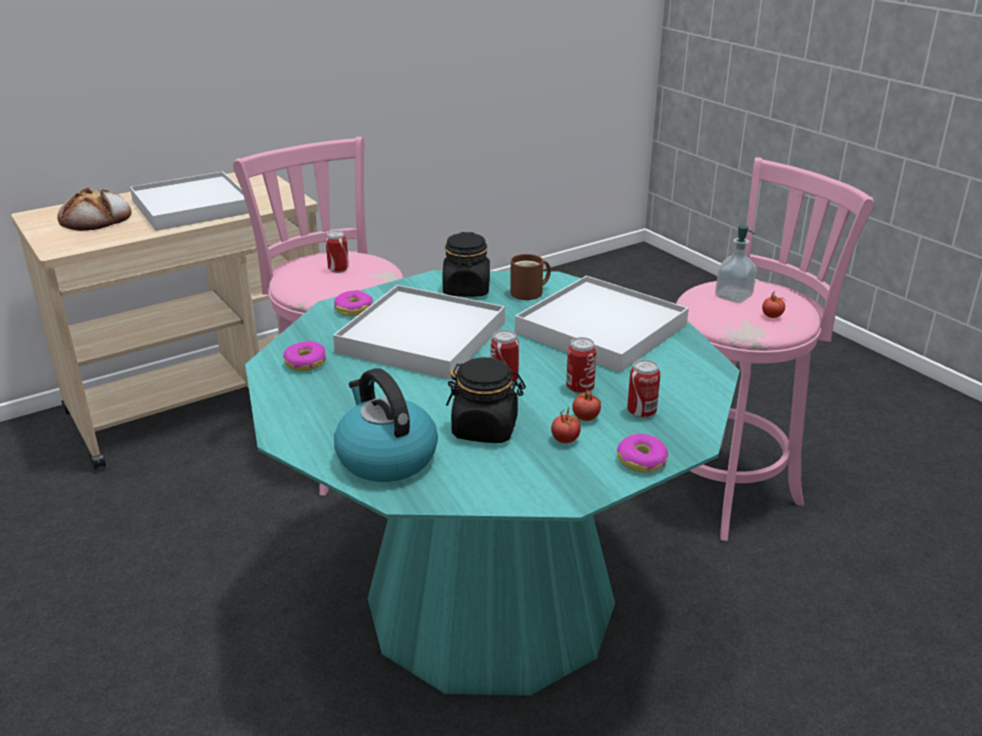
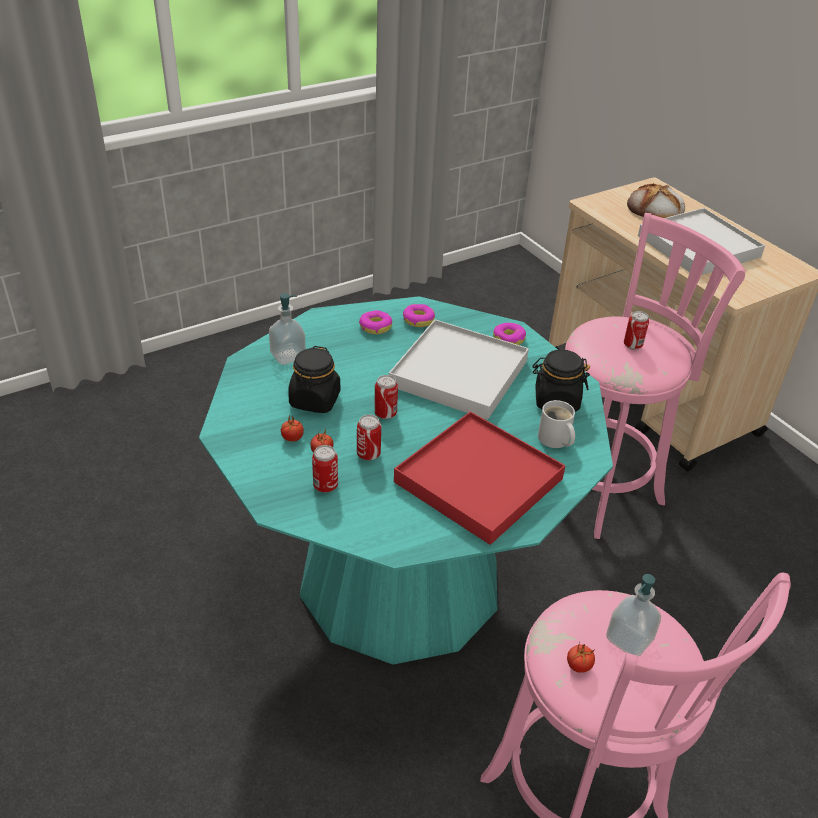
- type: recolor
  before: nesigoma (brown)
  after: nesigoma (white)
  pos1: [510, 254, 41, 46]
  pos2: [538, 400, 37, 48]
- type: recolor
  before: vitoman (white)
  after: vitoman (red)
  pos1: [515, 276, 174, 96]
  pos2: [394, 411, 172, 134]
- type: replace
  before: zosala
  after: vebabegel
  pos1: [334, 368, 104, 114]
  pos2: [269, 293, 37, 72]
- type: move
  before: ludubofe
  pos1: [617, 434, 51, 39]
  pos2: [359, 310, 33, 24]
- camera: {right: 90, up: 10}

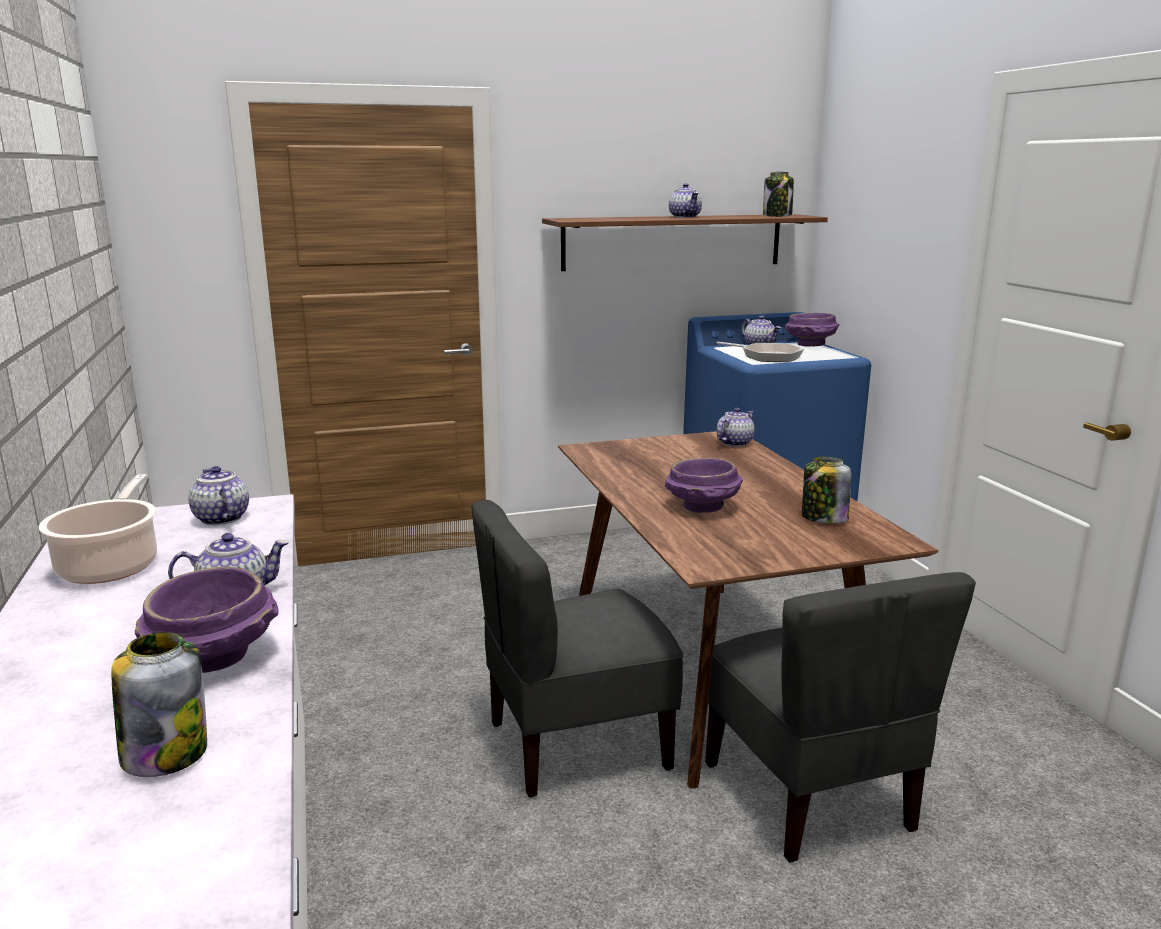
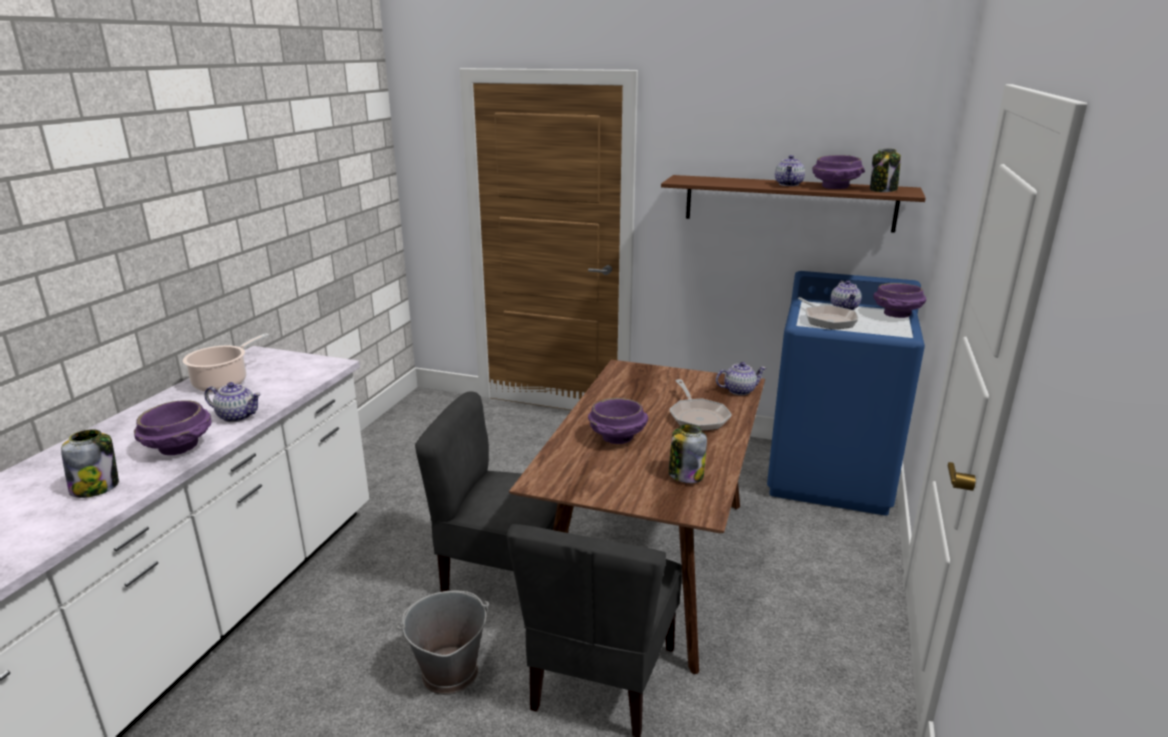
- type: delete
  before: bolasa
  pos1: [188, 466, 61, 59]
- type: insert
  after: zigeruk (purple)
  pos2: [812, 155, 53, 34]
- type: insert
  after: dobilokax
  pos2: [670, 379, 62, 52]
- type: insert
  after: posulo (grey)
  pos2: [397, 590, 92, 105]
- camera: {right: 35, up: 5}

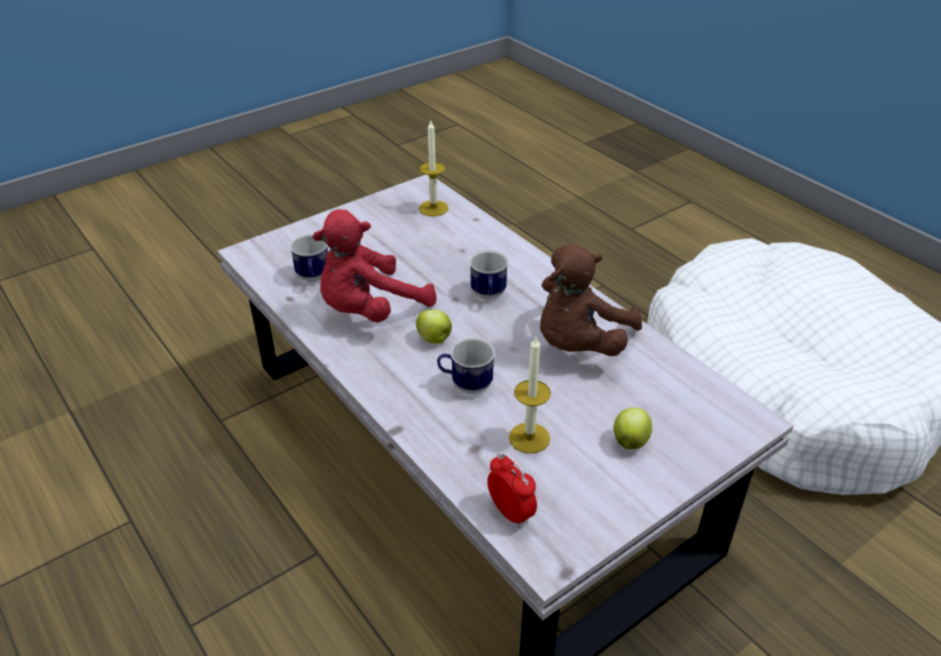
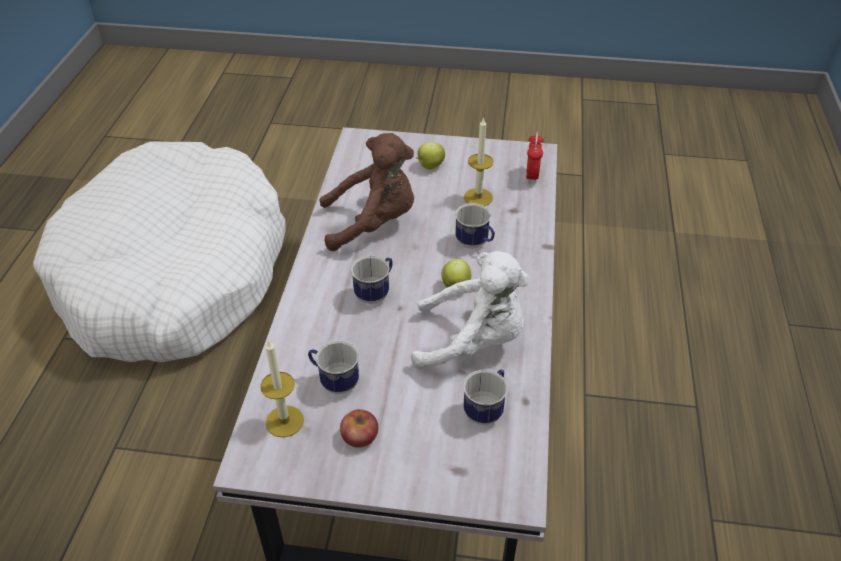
- type: recolor
  before: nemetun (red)
  after: nemetun (white)
  pos1: [313, 209, 124, 113]
  pos2: [411, 251, 119, 119]
- type: insert
  after: nesigoma
  pos2: [308, 341, 51, 53]
- type: insert
  after: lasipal
  pos2: [340, 409, 38, 39]
- camera: {right: -135, up: 5}

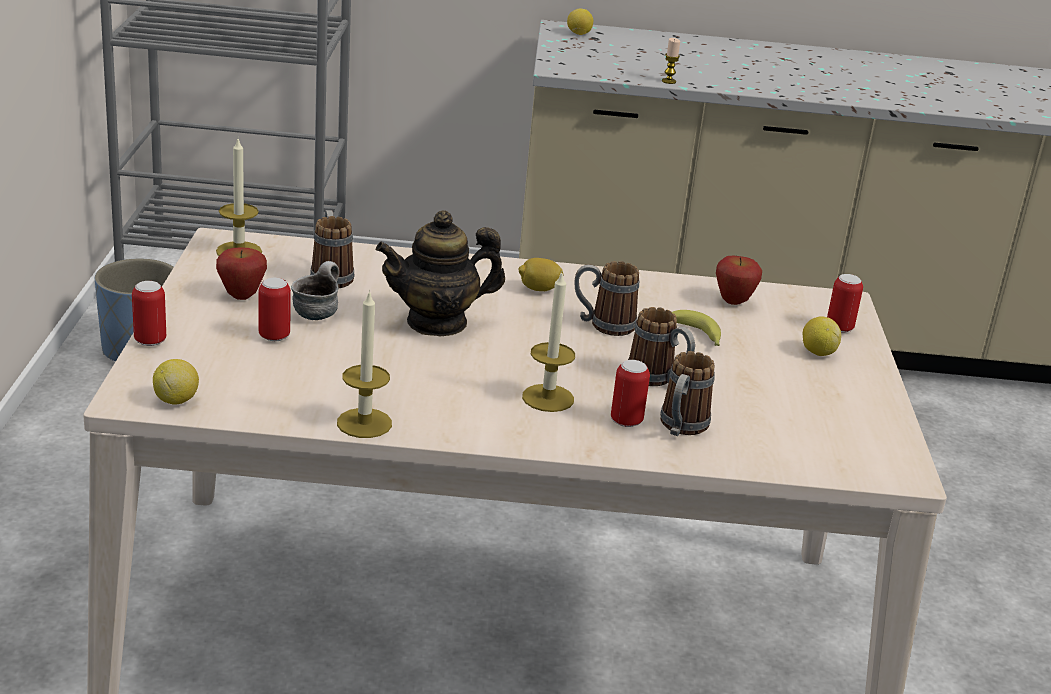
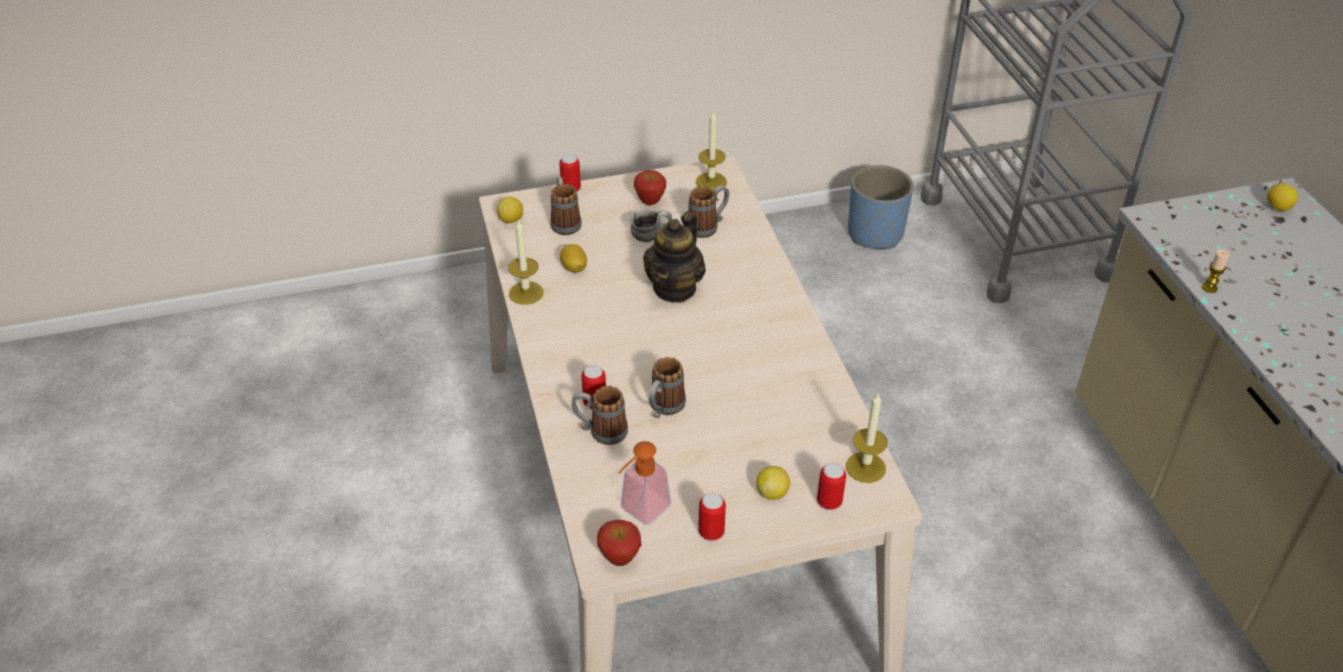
- type: rotate
  before: bolasa
  pos1: [376, 210, 129, 126]
  pos2: [643, 211, 63, 92]
  turn: -120
- type: move
  before: lasipal
  pos1: [716, 256, 46, 49]
  pos2: [597, 520, 44, 46]
- type: move
  before: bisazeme
  pos1: [518, 258, 46, 33]
  pos2: [560, 244, 27, 29]
- type: move
  before: nesigoma
  pos1: [574, 261, 65, 75]
  pos2: [551, 177, 31, 58]
- type: move
  before: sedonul
  pos1: [522, 272, 53, 140]
  pos2: [846, 393, 41, 90]
- type: move
  before: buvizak
  pos1: [258, 278, 33, 63]
  pos2: [698, 493, 28, 48]
- type: delete
  before: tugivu
  pos1: [672, 310, 49, 36]
- type: insert
  after: vebabegel
  pos2: [618, 441, 53, 84]
- camera: {right: 75, up: 15}

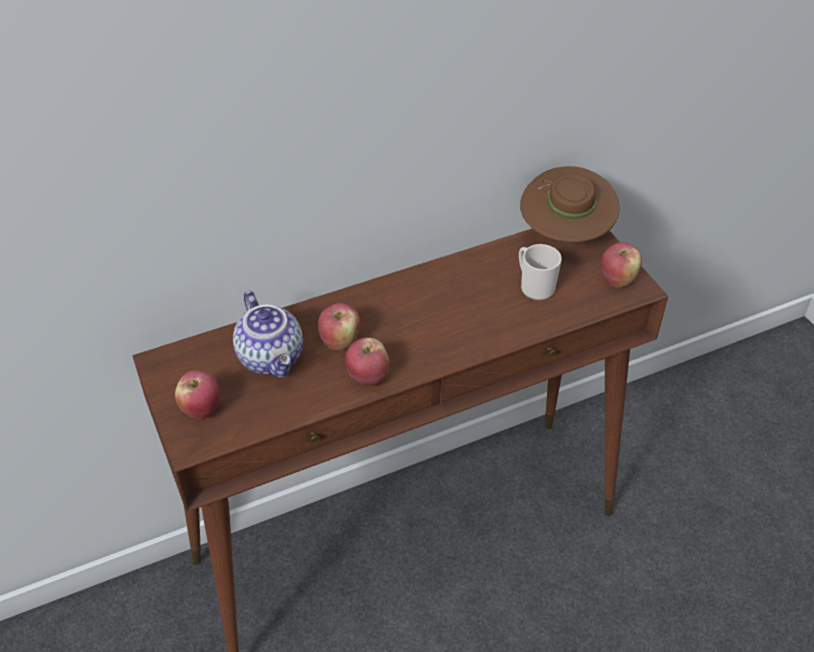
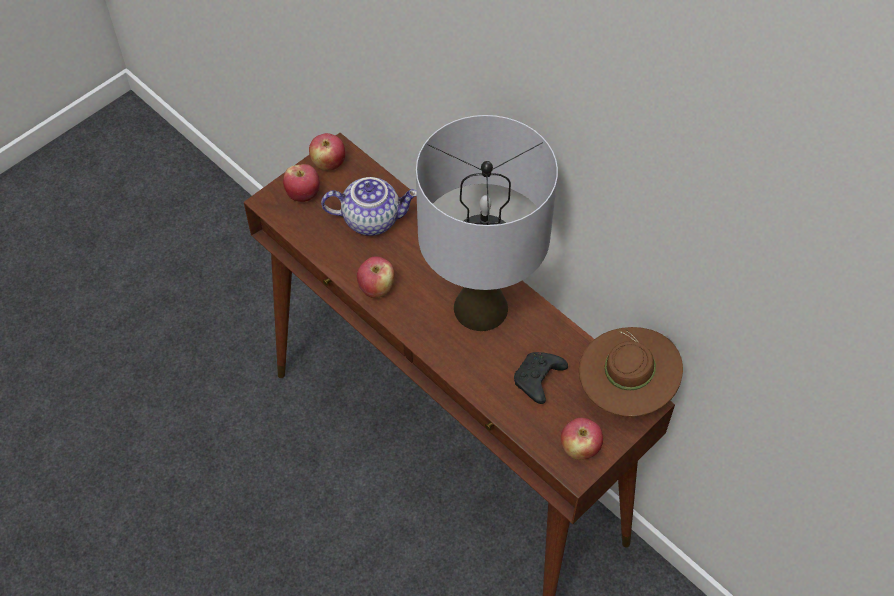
- type: replace
  before: nesigoma
  after: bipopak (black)
  pos1: [519, 244, 43, 56]
  pos2: [514, 352, 54, 52]
- type: rotate
  before: bolasa
  pos1: [233, 291, 70, 86]
  pos2: [321, 177, 96, 59]
  turn: -135
- type: move
  before: lasipal
  pos1: [318, 303, 42, 47]
  pos2: [309, 133, 36, 38]
- type: insert
  after: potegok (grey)
  pos2: [416, 115, 142, 216]
- camera: {right: 70, up: 10}

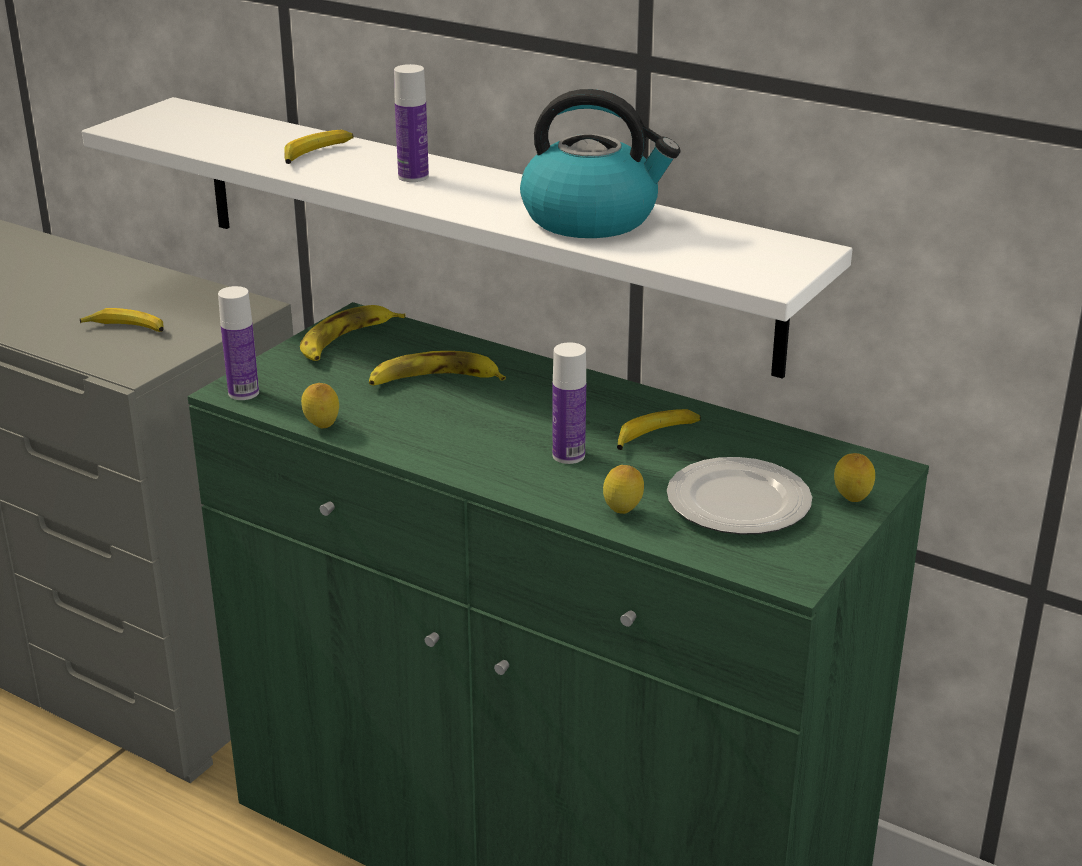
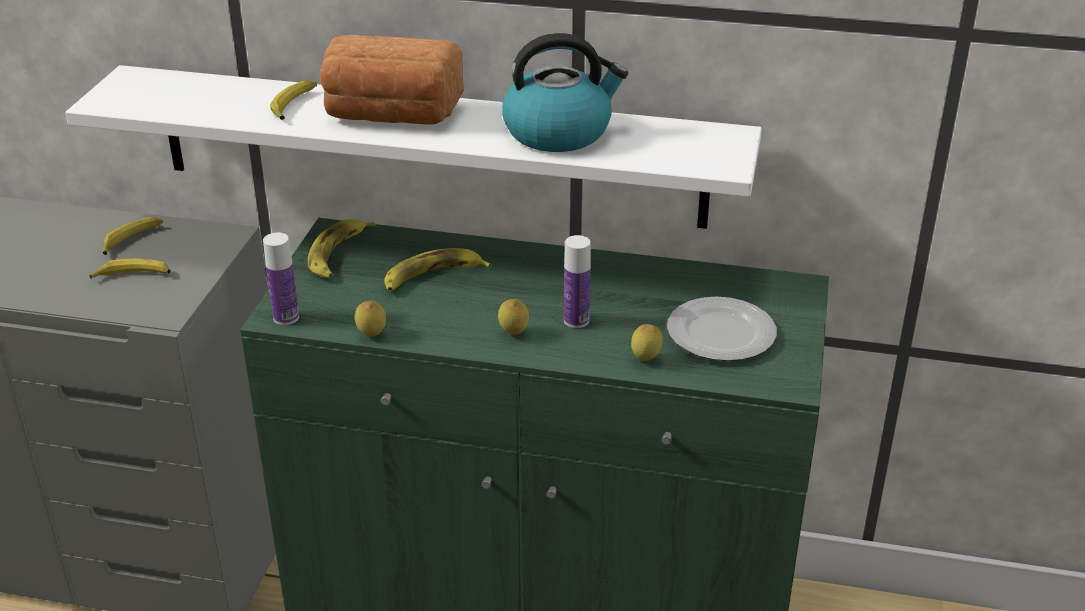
- type: replace
  before: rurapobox
  after: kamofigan
  pos1: [394, 64, 35, 118]
  pos2: [320, 35, 144, 90]
- type: move
  before: tugivu
  pos1: [617, 409, 84, 41]
  pos2: [103, 217, 60, 38]
- type: move
  before: bisazeme
  pos1: [834, 453, 41, 49]
  pos2: [498, 299, 31, 36]
- camera: {right: -20, up: 5}

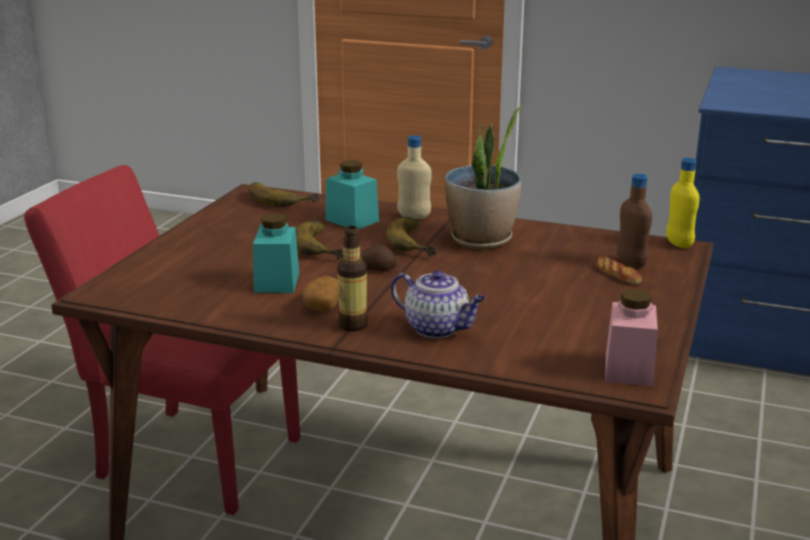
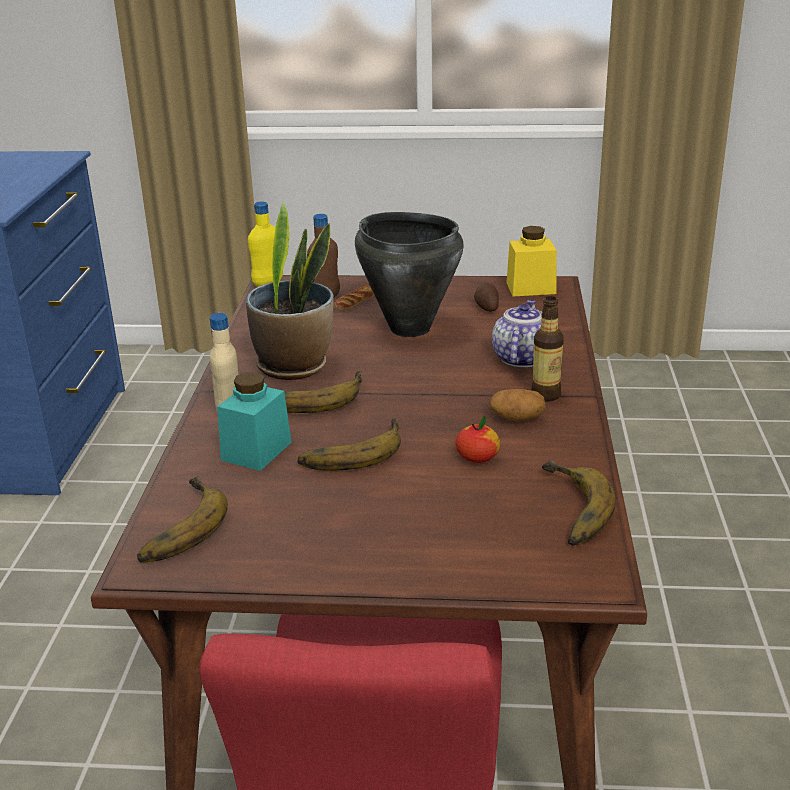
- type: replace
  before: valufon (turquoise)
  after: lasipal
  pos1: [253, 213, 46, 80]
  pos2: [456, 416, 44, 47]
- type: move
  before: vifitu
  pos1: [360, 244, 37, 27]
  pos2: [474, 283, 25, 29]
- type: recolor
  before: valufon (pink)
  after: valufon (yellow)
  pos1: [605, 289, 53, 97]
  pos2: [506, 226, 51, 70]
- type: insert
  after: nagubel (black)
  pos2: [355, 212, 109, 125]
- type: insert
  after: tugivu
  pos2: [542, 460, 74, 86]
- camera: {right: -105, up: 5}

